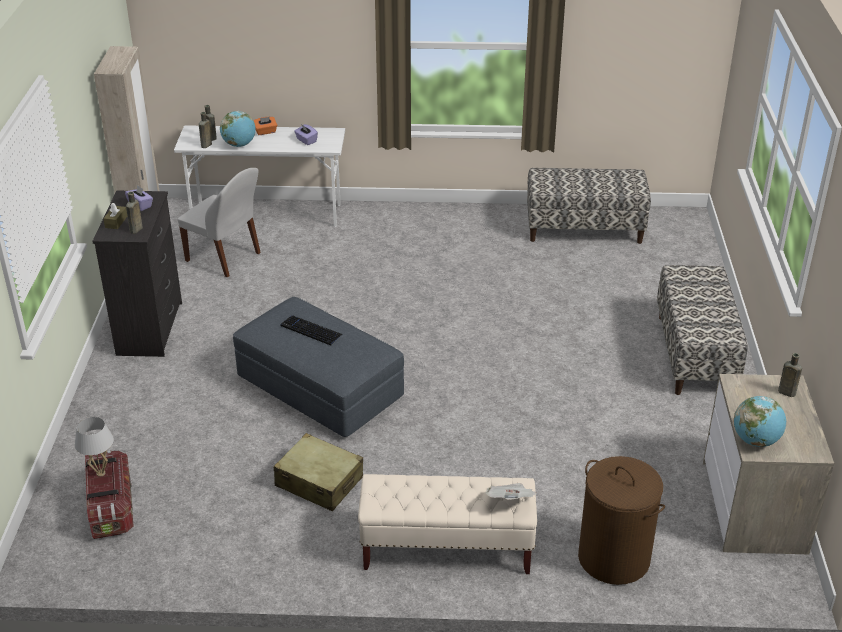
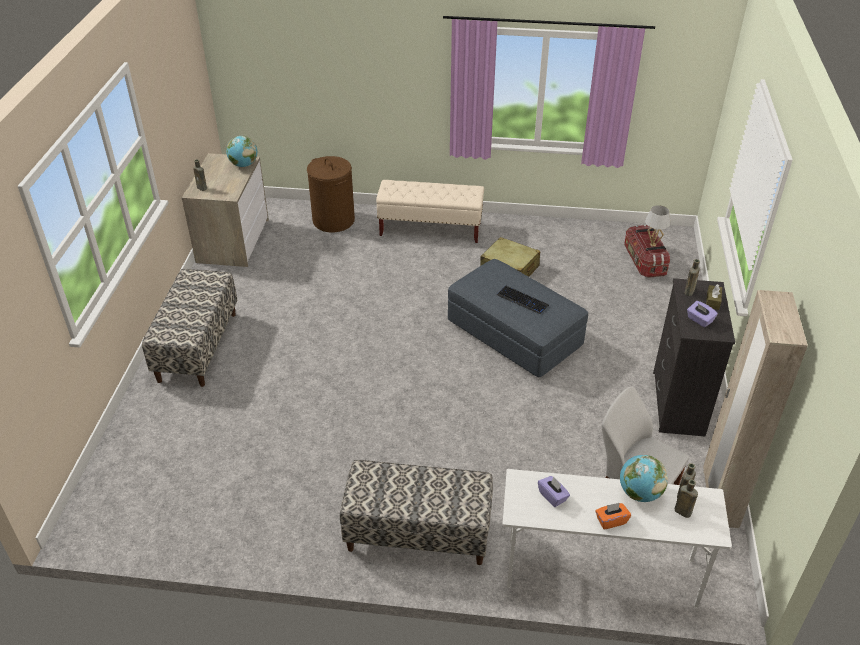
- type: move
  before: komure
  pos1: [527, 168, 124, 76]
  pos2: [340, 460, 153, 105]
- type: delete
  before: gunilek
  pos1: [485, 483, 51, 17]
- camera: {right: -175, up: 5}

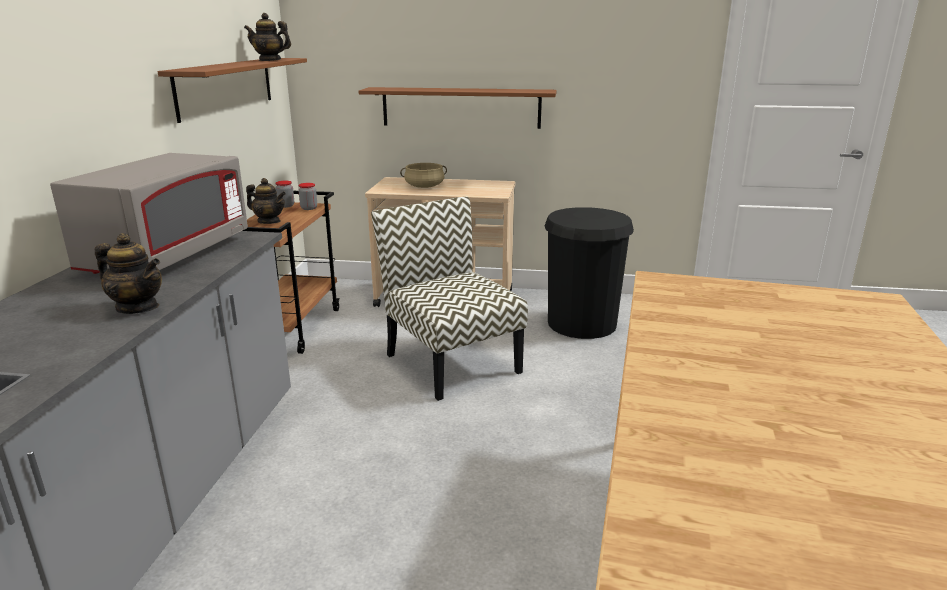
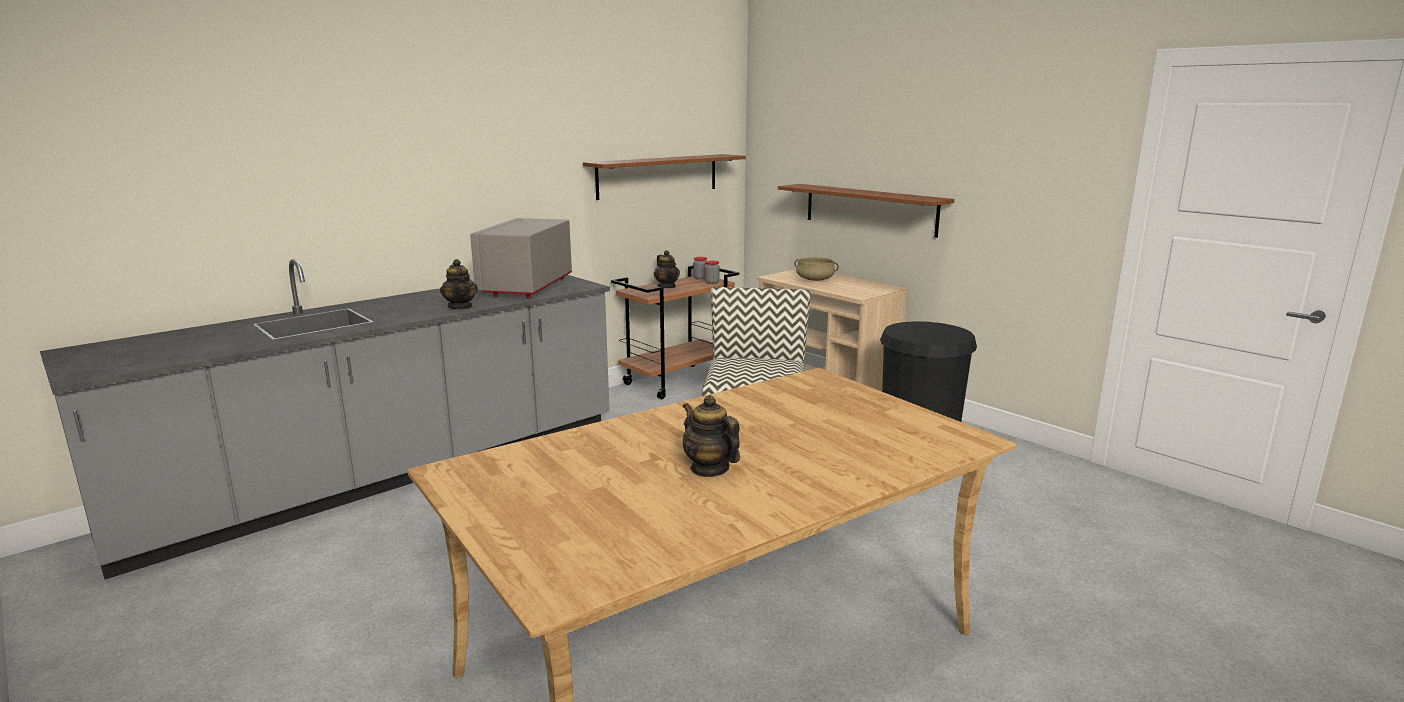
- type: move
  before: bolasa
  pos1: [244, 13, 47, 48]
  pos2: [683, 395, 57, 82]
- type: rotate
  before: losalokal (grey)
  pos1: [50, 153, 198, 121]
  pos2: [470, 218, 102, 81]
  turn: 135
- camera: {right: 40, up: -5}

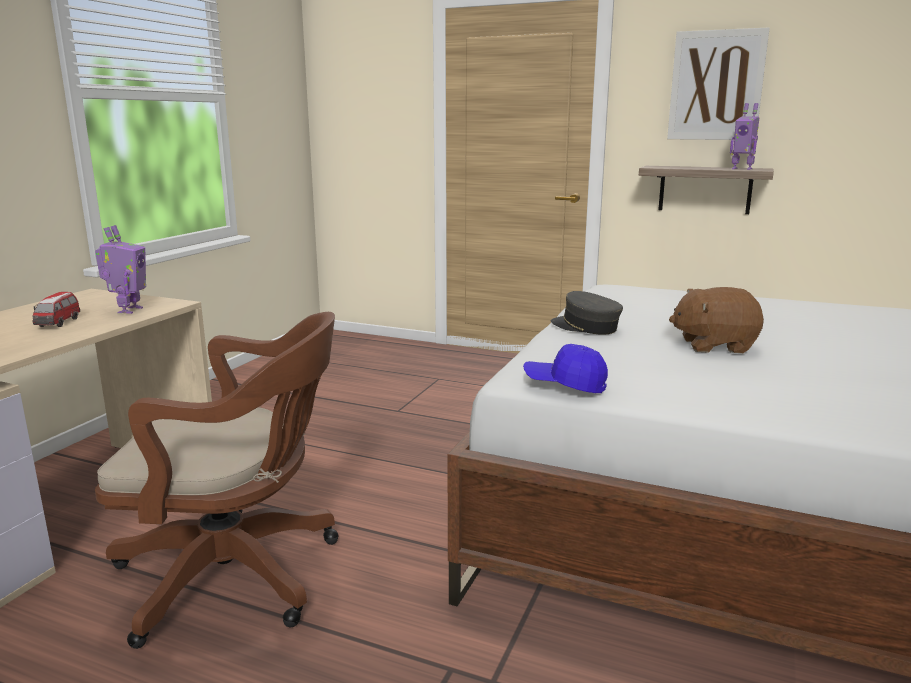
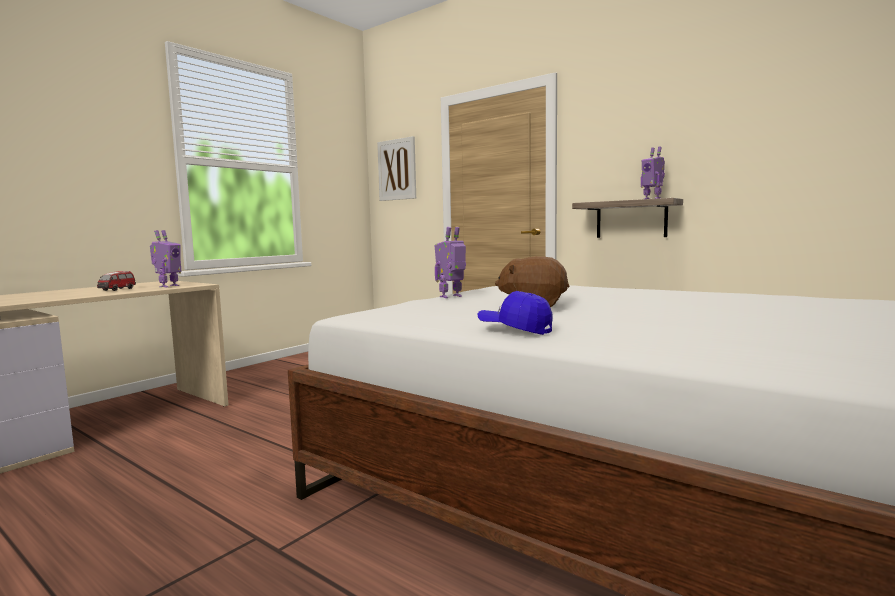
- type: move
  before: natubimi
  pos1: [667, 27, 103, 113]
  pos2: [377, 136, 39, 65]
- type: replace
  before: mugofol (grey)
  after: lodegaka
  pos1: [551, 291, 72, 44]
  pos2: [435, 227, 31, 71]
- type: delete
  before: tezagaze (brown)
  pos1: [95, 312, 244, 337]
- type: move
  before: mugofol (blue)
  pos1: [523, 344, 85, 49]
  pos2: [477, 291, 76, 44]
- camera: {right: 15, up: -10}

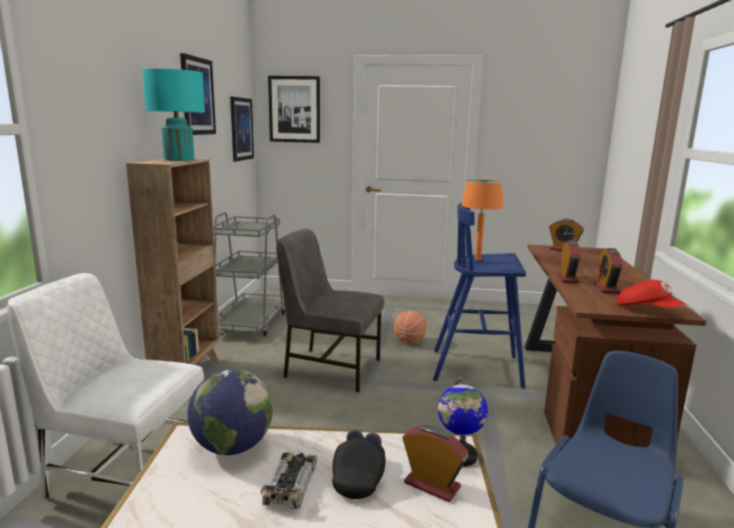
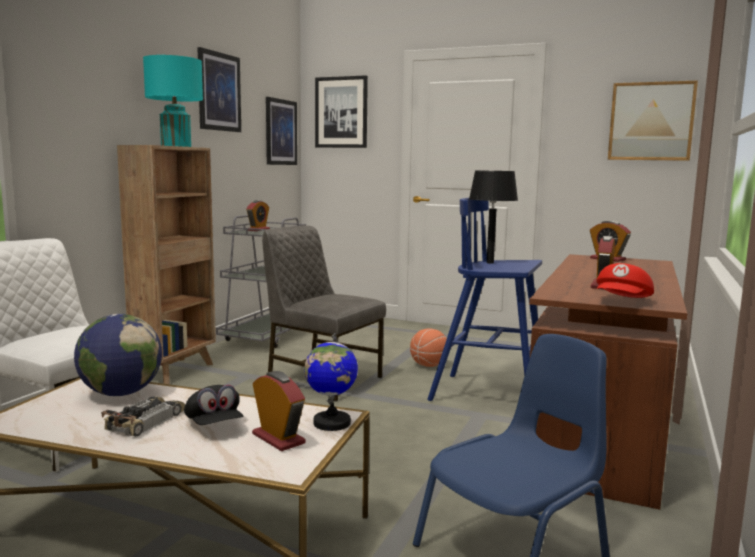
- type: recolor
  before: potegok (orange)
  after: potegok (black)
  pos1: [461, 180, 43, 80]
  pos2: [469, 170, 49, 93]
- type: move
  before: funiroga
  pos1: [556, 240, 25, 43]
  pos2: [246, 200, 24, 31]
- type: rotate
  before: mugofol (red)
  pos1: [616, 280, 69, 28]
  pos2: [597, 263, 57, 35]
  turn: 60
- type: rotate
  before: mugofol (black)
  pos1: [332, 429, 54, 70]
  pos2: [184, 385, 59, 40]
  turn: 120
- type: insert
  after: natubimi
  pos2: [608, 81, 90, 80]
- camera: {right: 15, up: -5}

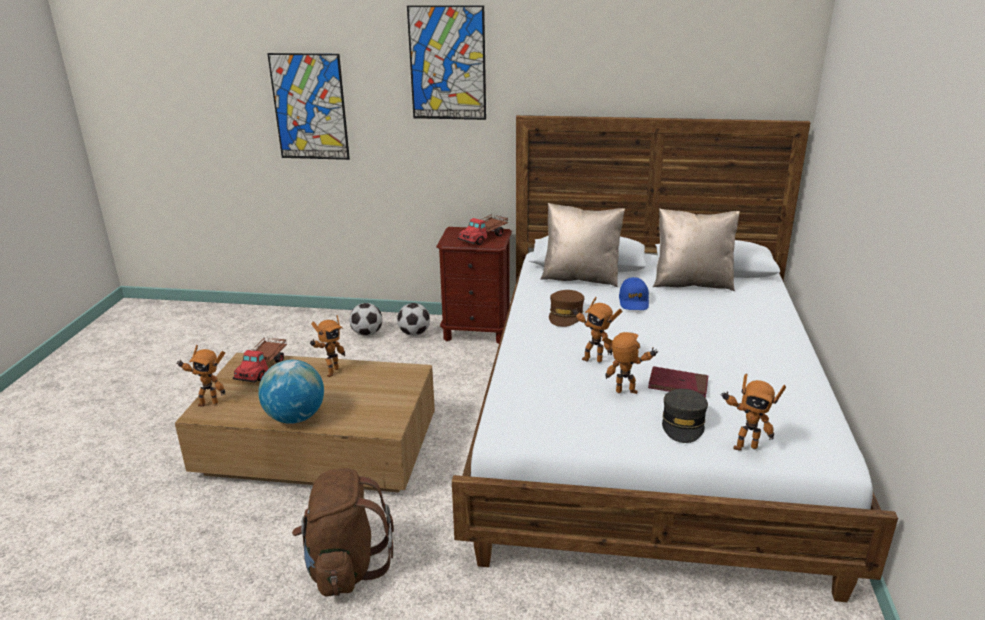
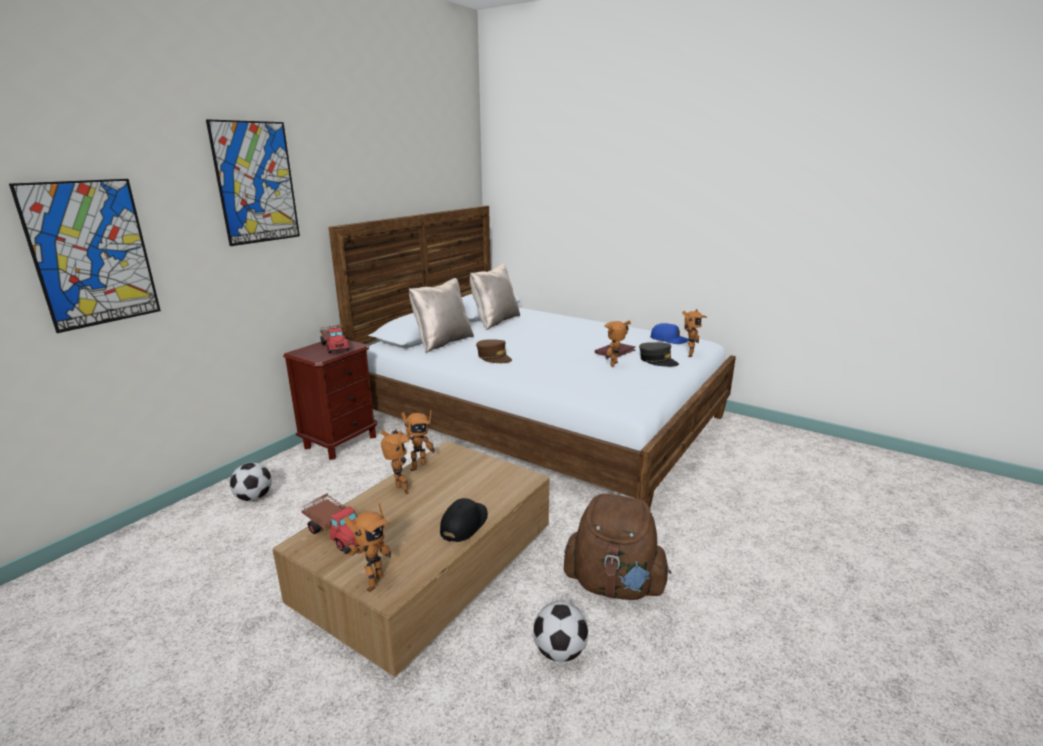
- type: move
  before: mugofol (blue)
  pos1: [619, 277, 30, 33]
  pos2: [651, 323, 38, 21]
- type: move
  before: lodegaka
  pos1: [572, 297, 50, 66]
  pos2: [392, 410, 42, 61]
- type: move
  before: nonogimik
  pos1: [397, 303, 33, 33]
  pos2: [533, 602, 55, 60]
- type: replace
  before: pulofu
  after: mugofol (black)
  pos1: [258, 360, 66, 64]
  pos2: [440, 498, 48, 44]
- camera: {right: -65, up: -5}

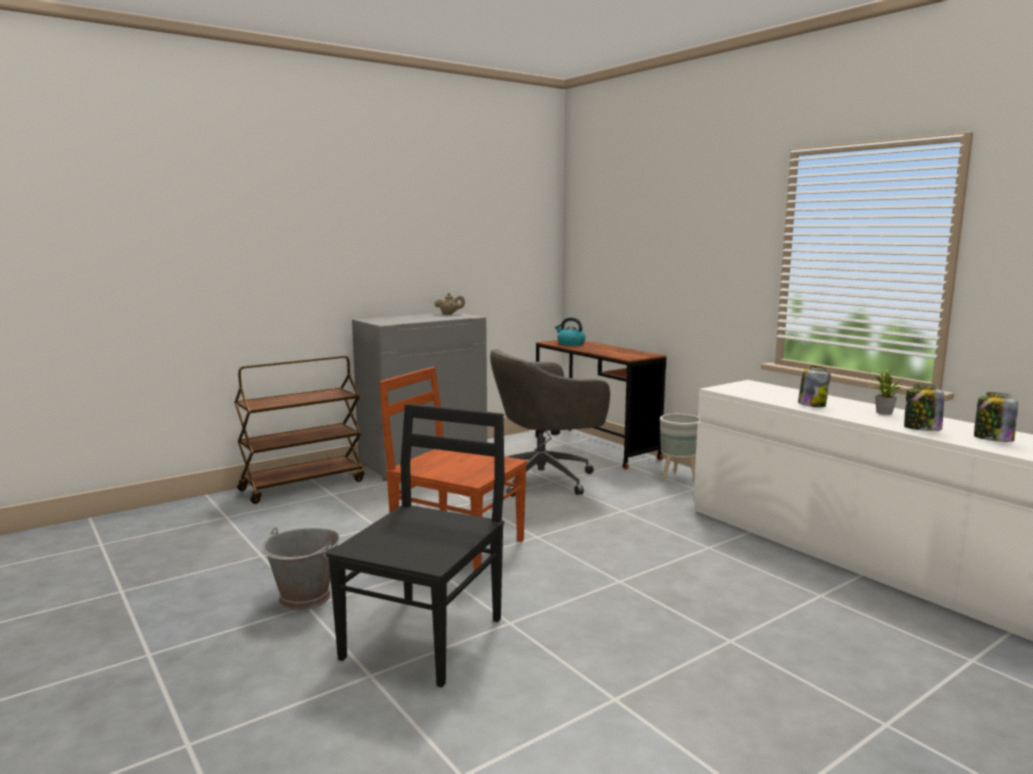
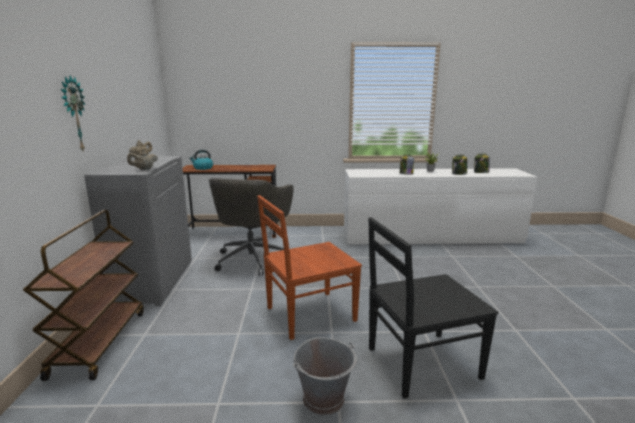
- type: rotate
  before: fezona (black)
  pos1: [327, 403, 178, 284]
  pos2: [368, 217, 130, 182]
  turn: -75
- type: delete
  before: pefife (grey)
  pos1: [660, 414, 40, 67]
- type: insert
  after: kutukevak
  pos2: [61, 75, 25, 76]
- type: insert
  after: bolasa (beige)
  pos2: [127, 149, 31, 21]
- camera: {right: -55, up: 5}

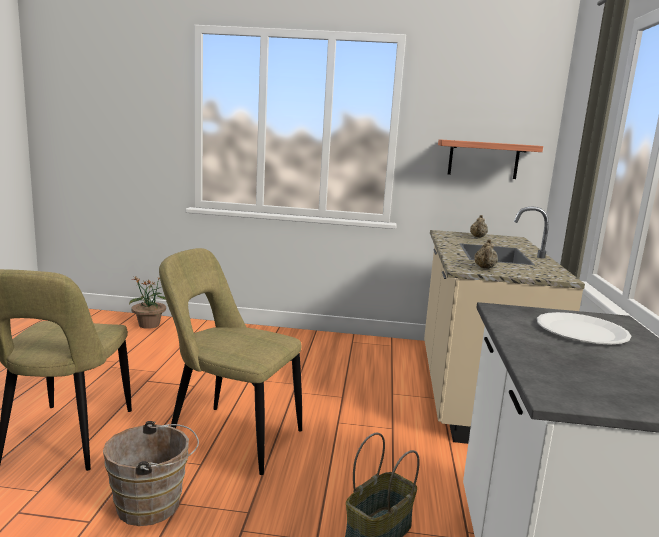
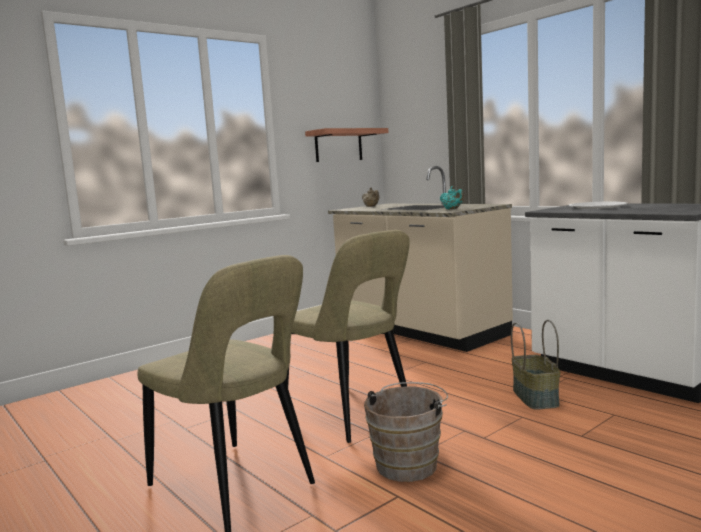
- type: recolor
  before: bolasa (beige)
  after: bolasa (turquoise)
  pos1: [475, 239, 23, 30]
  pos2: [440, 186, 24, 23]
- type: rotate
  before: fezona (beige)
  pos1: [159, 248, 143, 227]
  pos2: [285, 230, 125, 213]
  turn: -105
- type: delete
  before: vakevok
  pos1: [129, 276, 37, 53]
- camera: {right: -45, up: -5}

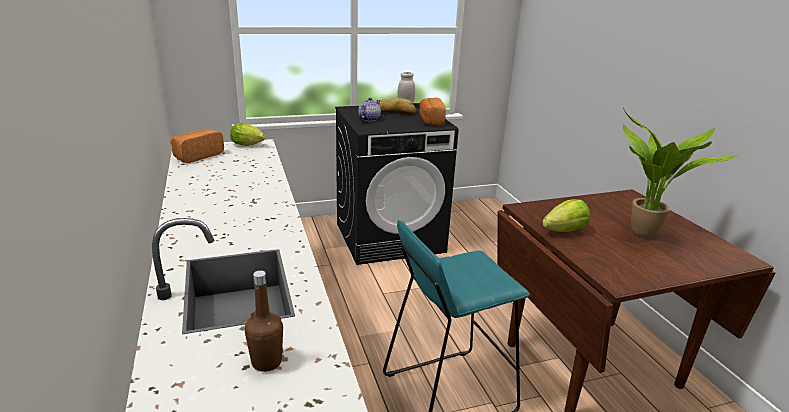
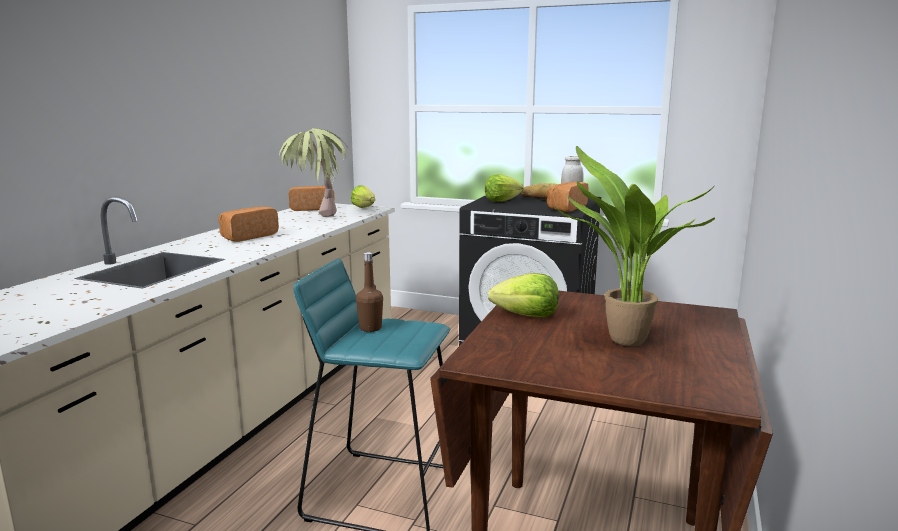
- type: replace
  before: bolasa
  after: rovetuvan
  pos1: [358, 98, 23, 24]
  pos2: [485, 174, 38, 28]
- type: move
  before: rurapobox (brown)
  pos1: [245, 270, 38, 102]
  pos2: [356, 252, 27, 80]
- type: insert
  after: vakevok
  pos2: [279, 128, 71, 89]
- type: insert
  after: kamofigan
  pos2: [218, 206, 61, 36]
- camera: {right: 40, up: -10}

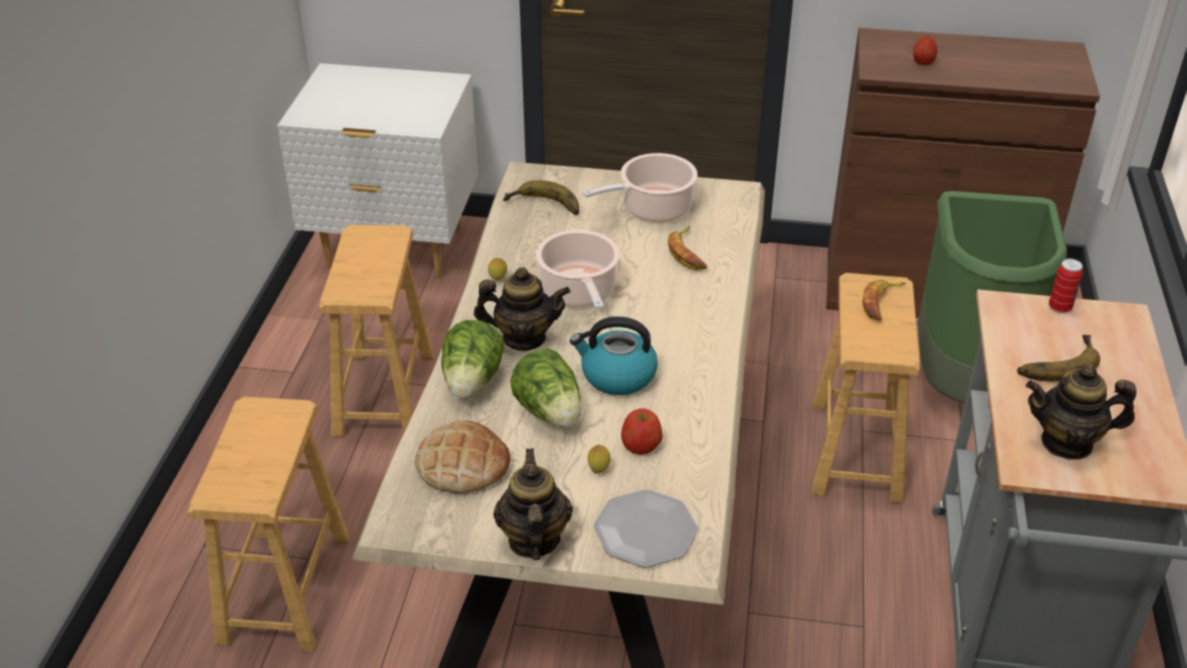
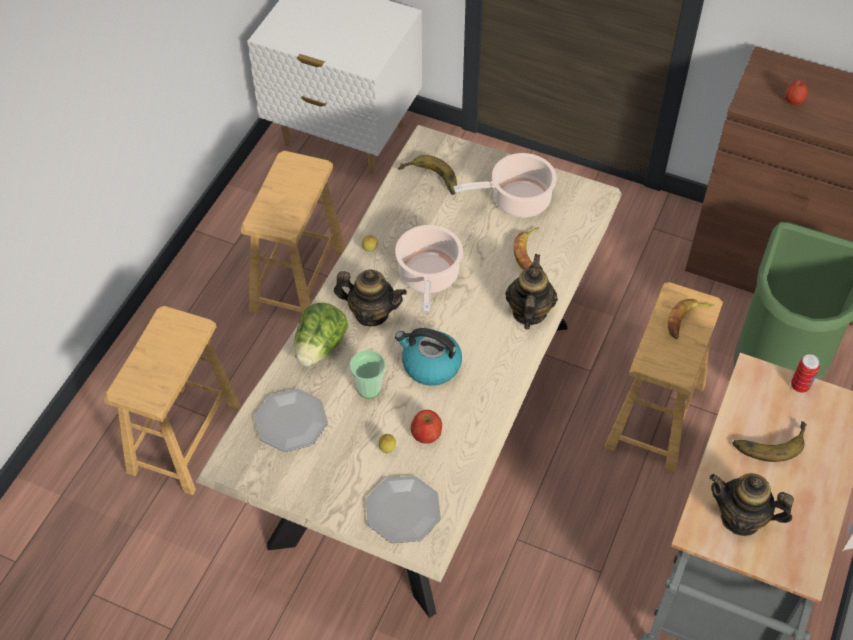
- type: replace
  before: rovetuvan
  after: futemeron
  pos1: [510, 349, 71, 78]
  pos2: [350, 350, 36, 49]
- type: replace
  before: kamofigan
  after: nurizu
  pos1: [415, 421, 95, 72]
  pos2: [254, 389, 74, 63]
- type: move
  before: bolasa
  pos1: [493, 449, 80, 111]
  pos2: [505, 254, 53, 75]
- camera: {right: 15, up: 15}

